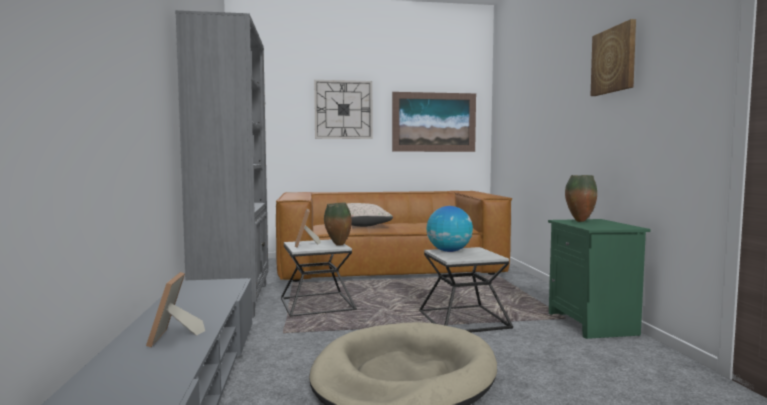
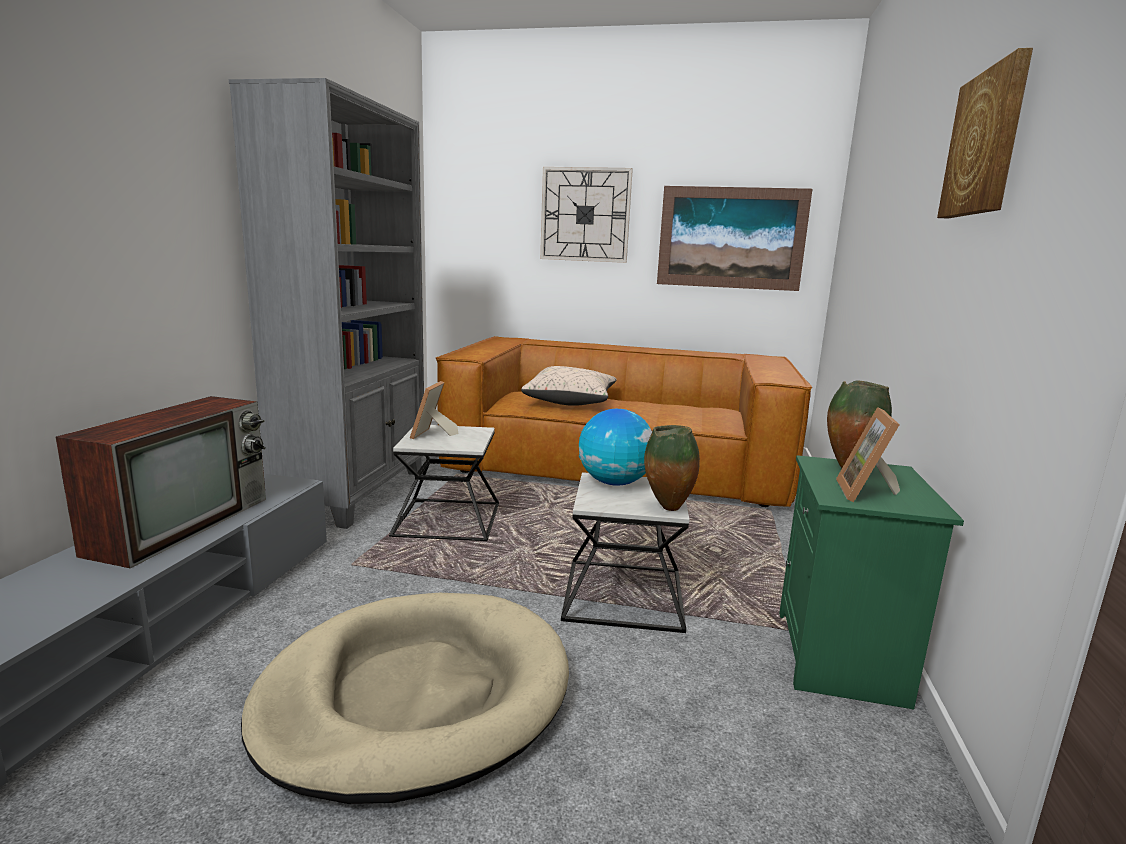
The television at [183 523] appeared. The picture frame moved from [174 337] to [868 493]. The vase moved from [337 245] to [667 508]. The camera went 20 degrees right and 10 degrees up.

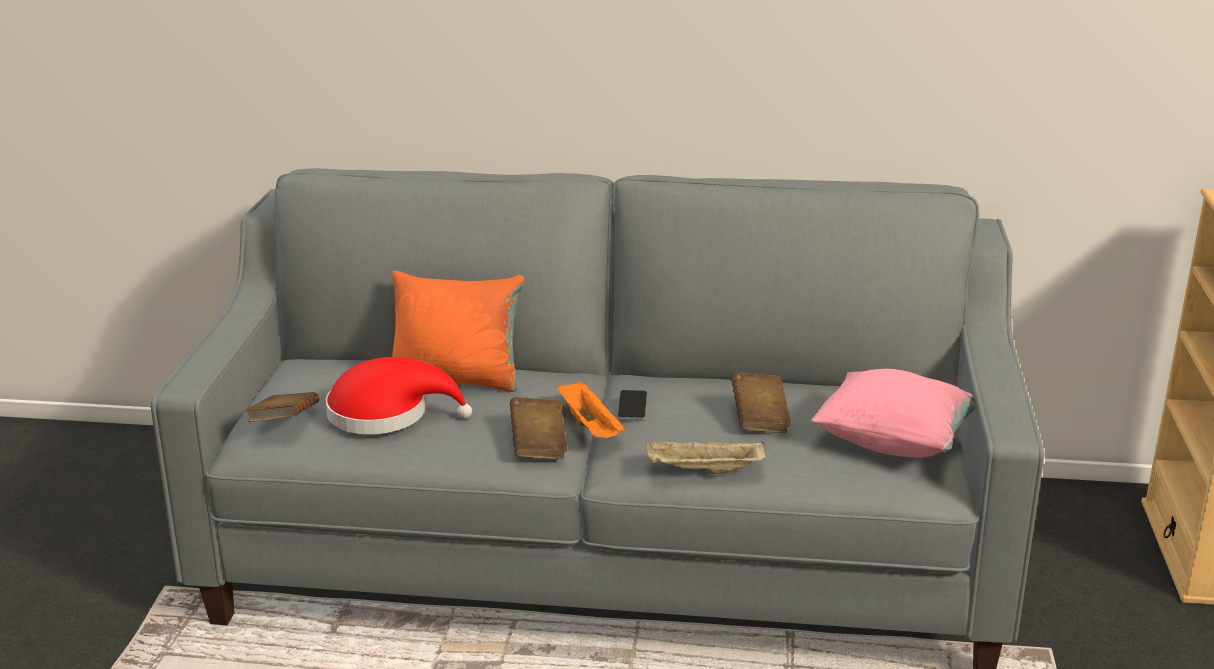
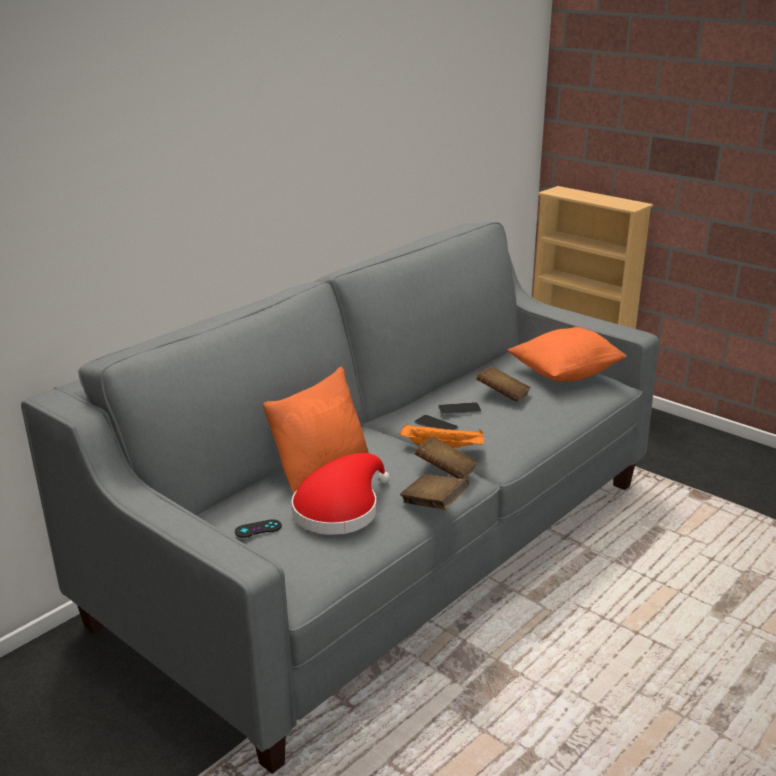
The tray (beige) at [704 471] disappeared. The game controller (black) at [258 529] appeared. The phone at [459 409] appeared. The book (brown) moved from [284 423] to [434 504]. The pillow (pink) at [894 442] became the pillow (orange) at [565 374]. The camera went 55 degrees left and 0 degrees up.

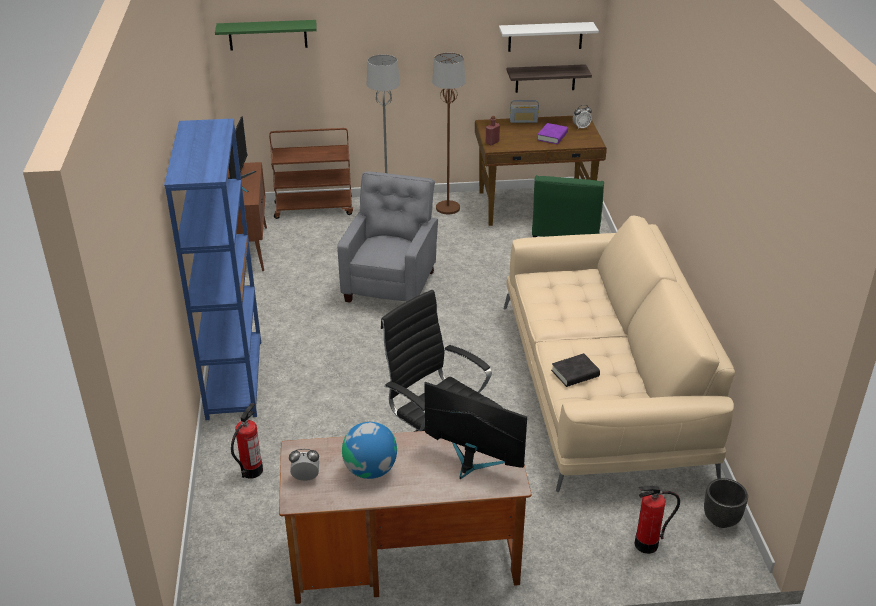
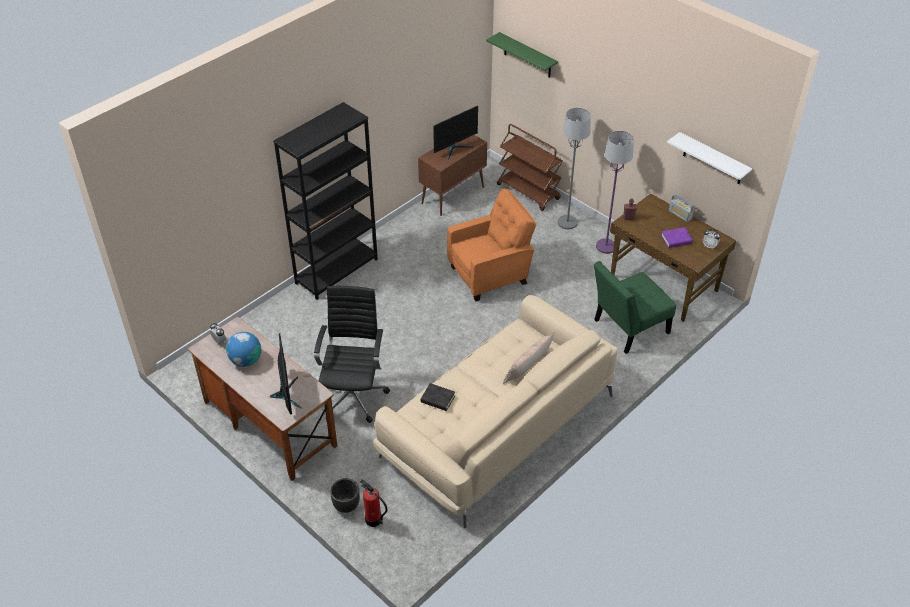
The fire extinguisher at [251 470] disappeared. The shelf at [545 78] disappeared. The pillow at [528 366] appeared. The planter (black) moved from [721 520] to [346 506]. The bookcase (blue) at [234 379] became the bookcase (black) at [337 271]. The armchair (grey) at [391 285] became the armchair (orange) at [490 275]. The floor lamp (brown) at [448 208] became the floor lamp (purple) at [606 246]. The camera went 50 degrees right and 10 degrees up.

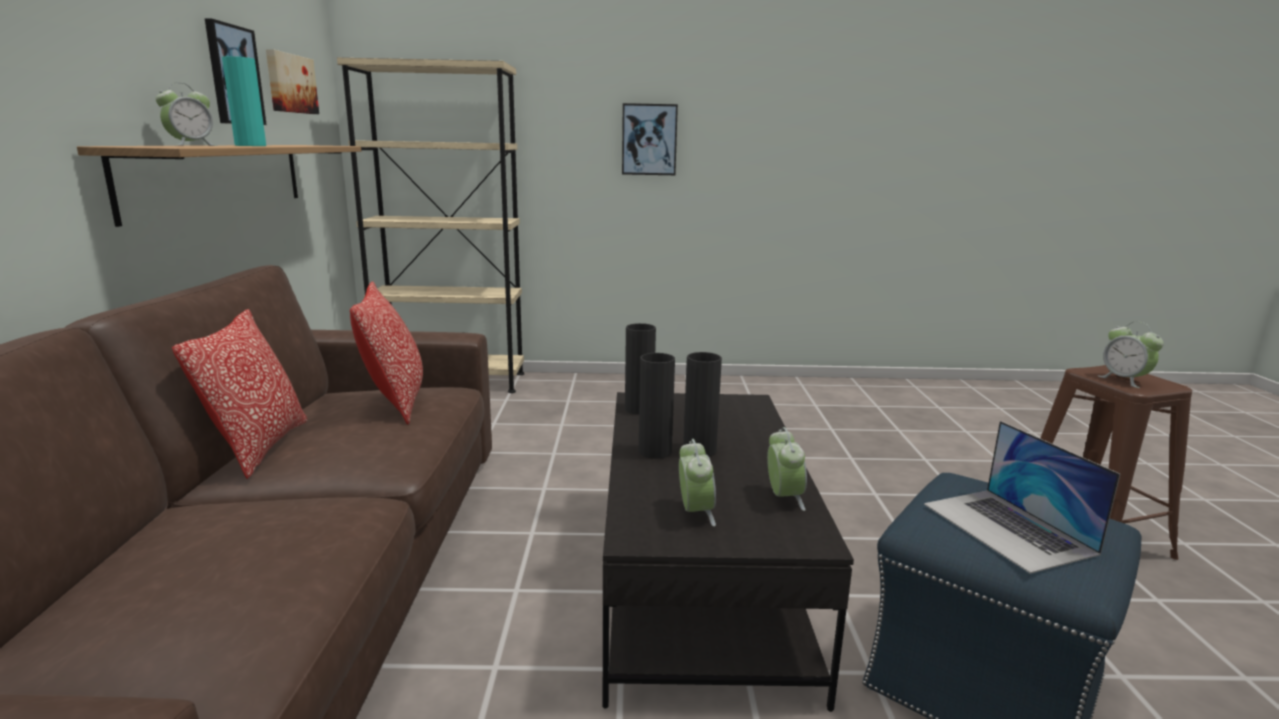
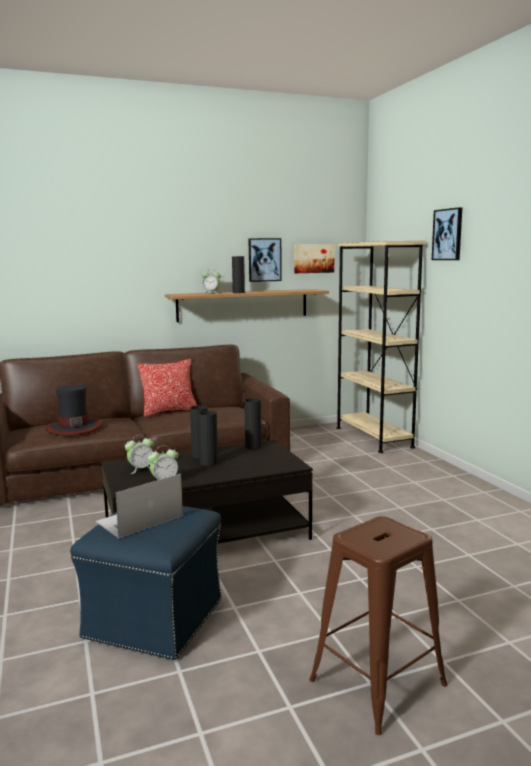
The pillow at [395 402] disappeared. The alarm clock at [1124 380] disappeared. The hat at [74 427] appeared. The picture moved from [649 139] to [448 234]. The vase (turquoise) at [250 145] became the vase (black) at [238 292]. The camera went 70 degrees right and 5 degrees down.

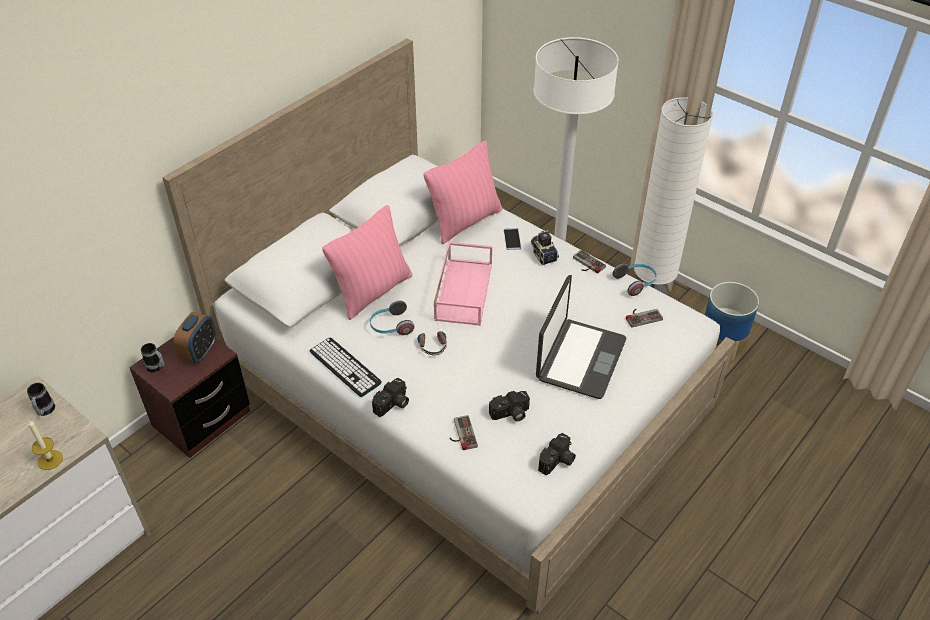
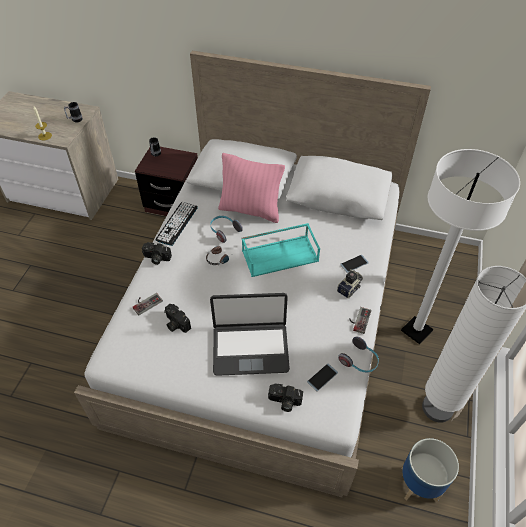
The alarm clock at [200 352] disappeared. The pillow (pink) at [465 221] disappeared. The photo camera moved from [557 461] to [284 402]. The game controller at [642 316] was replaced by the phone at [322 377]. The tray (pink) at [463 290] became the tray (turquoise) at [280 255]. The camera went 65 degrees right and 5 degrees up.

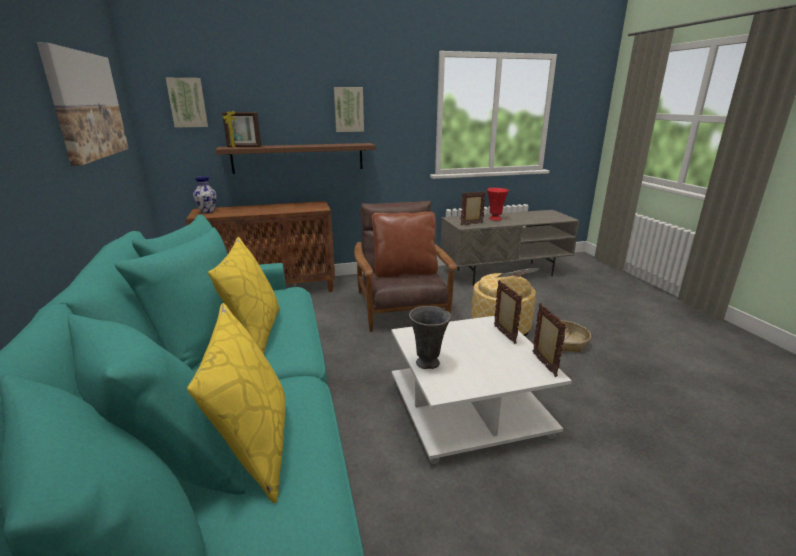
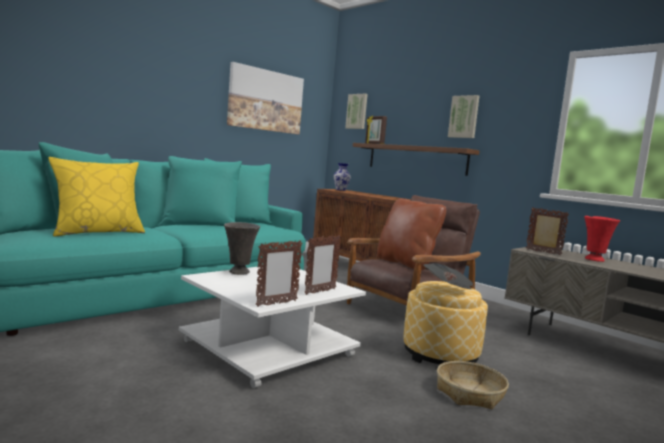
The pillow (yellow) at [254 332] disappeared. The camera went 60 degrees right and 15 degrees down.

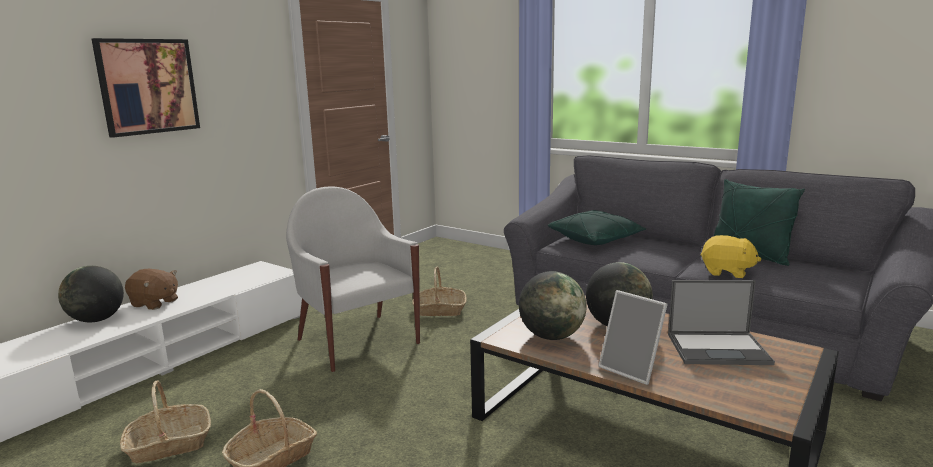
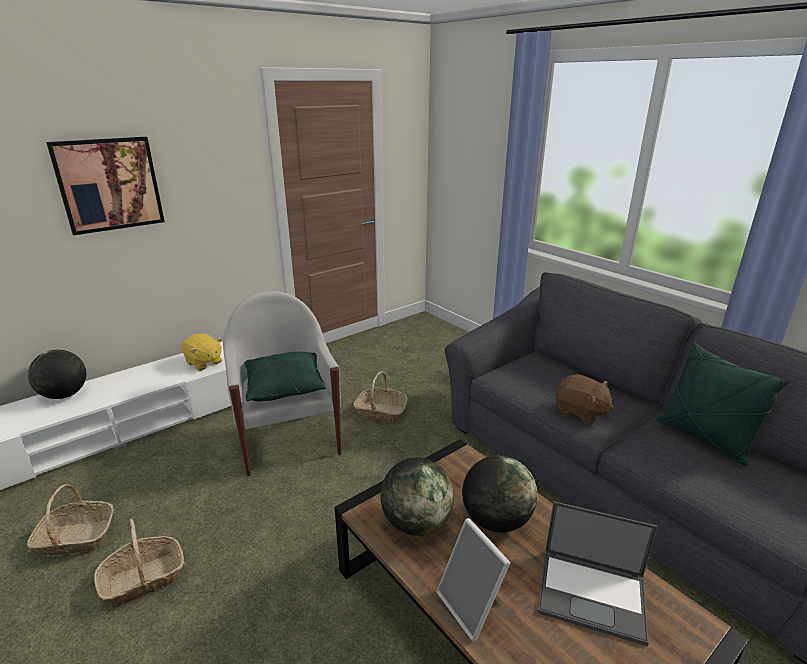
The plush toy (brown) moved from [155 303] to [580 412]. The pillow (green) moved from [596 240] to [285 387]. The plush toy (yellow) moved from [727 272] to [204 363]. The camera went 15 degrees right and 10 degrees up.

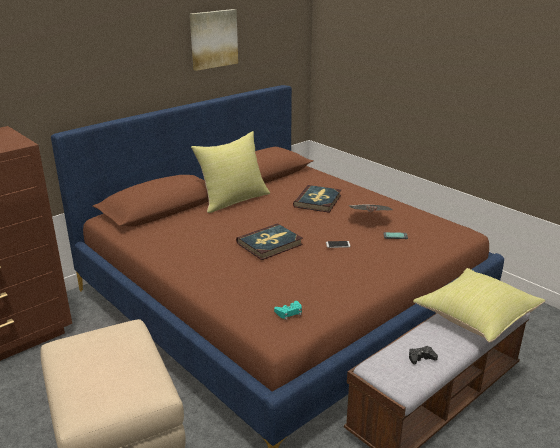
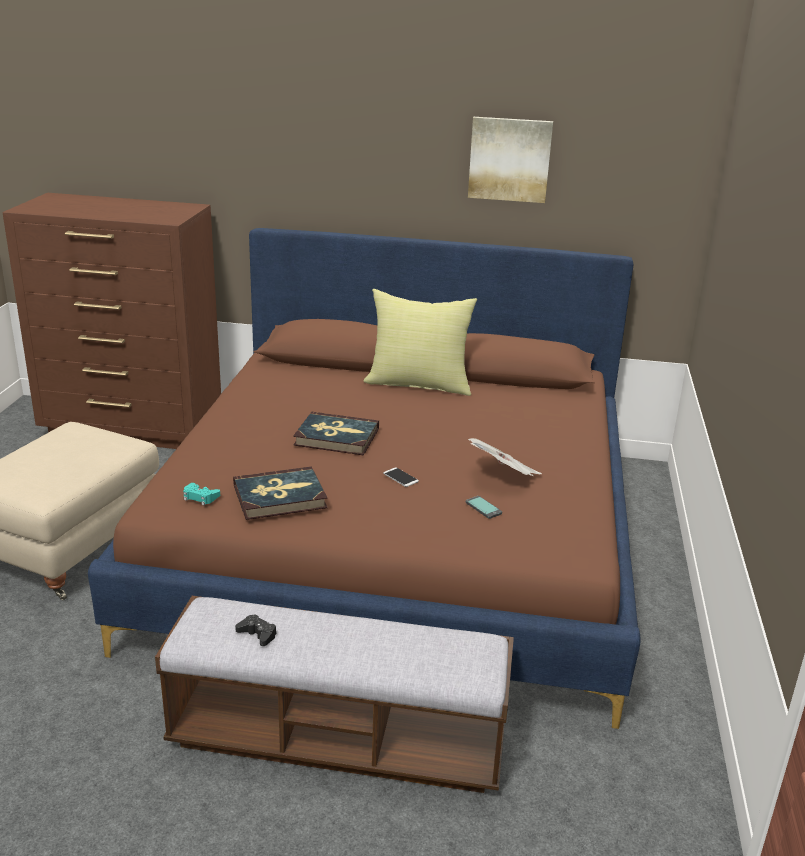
The pillow (yellow) at [475 318] disappeared. The book moved from [318 201] to [280 497]. The camera went 50 degrees right and 0 degrees up.

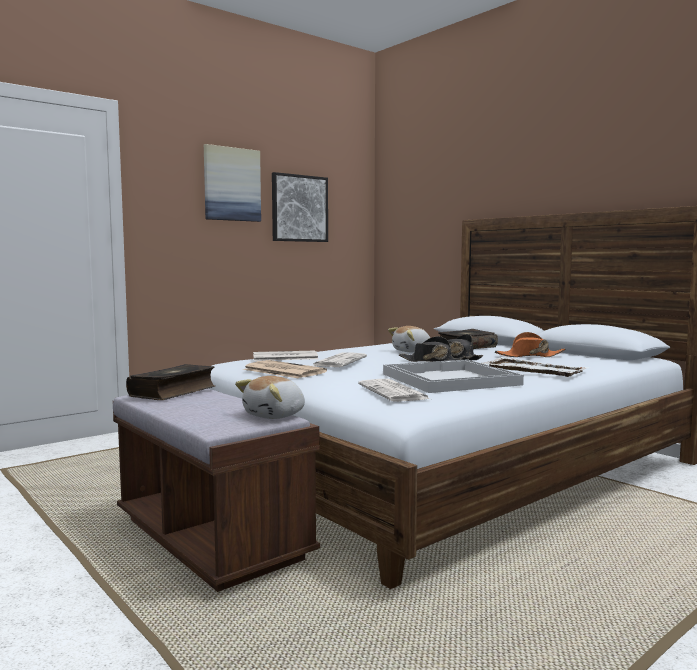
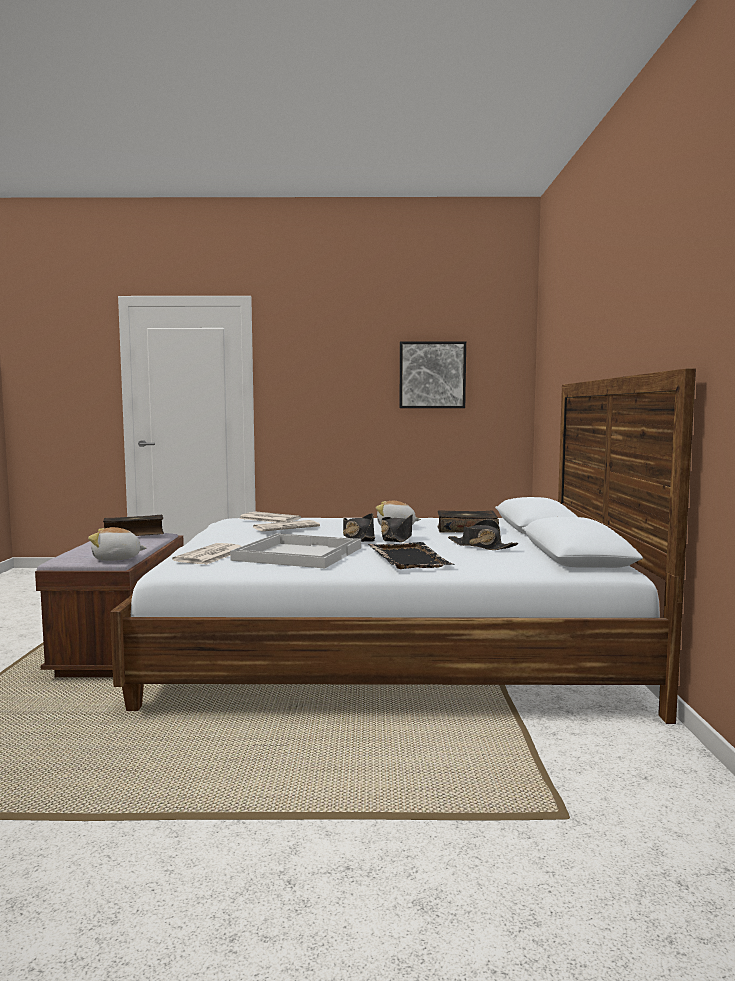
The picture at [232 184] disappeared. The newspaper at [282 371] disappeared. The tray (white) at [533 370] became the tray (black) at [408 558]. The hat (orange) at [529 356] became the hat (black) at [481 546]. The camera went 40 degrees right and 0 degrees up.

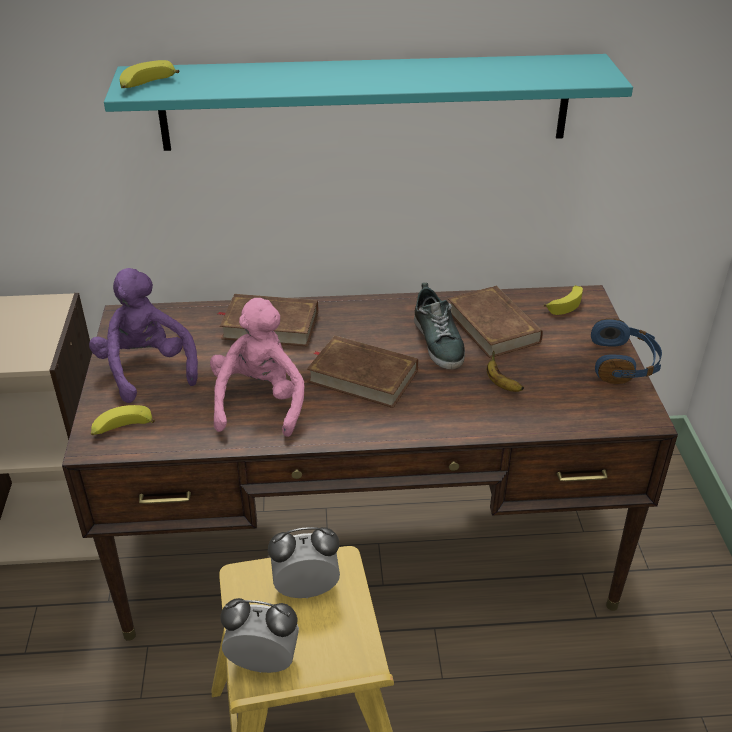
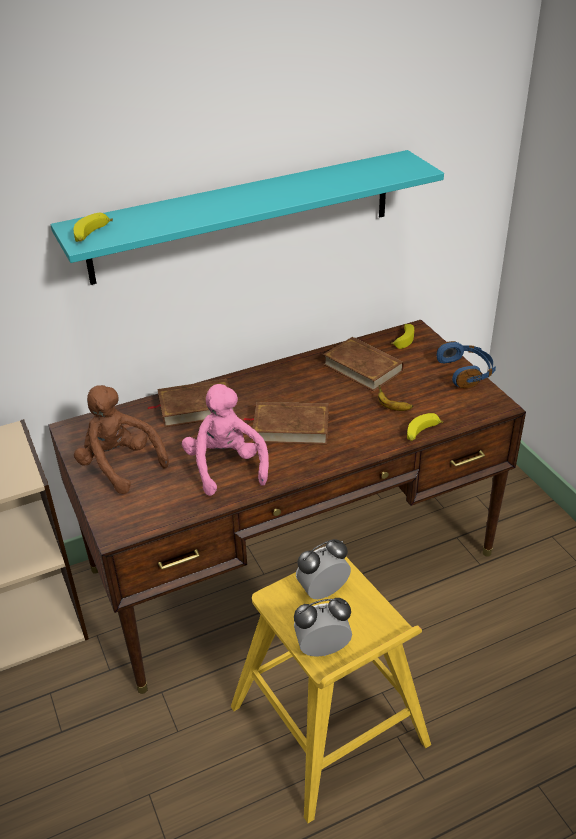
The shoe at [439 341] disappeared. The banana moved from [122 429] to [421 433]. The plush toy (purple) at [146 369] became the plush toy (brown) at [119 465]. The camera went 20 degrees left and 0 degrees up.

